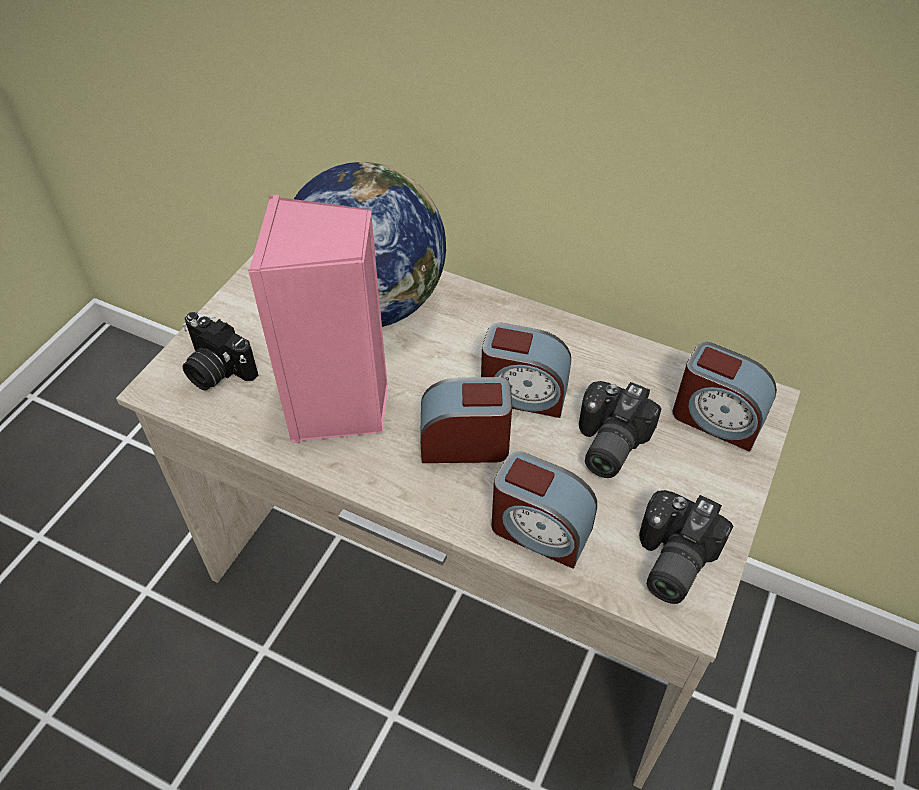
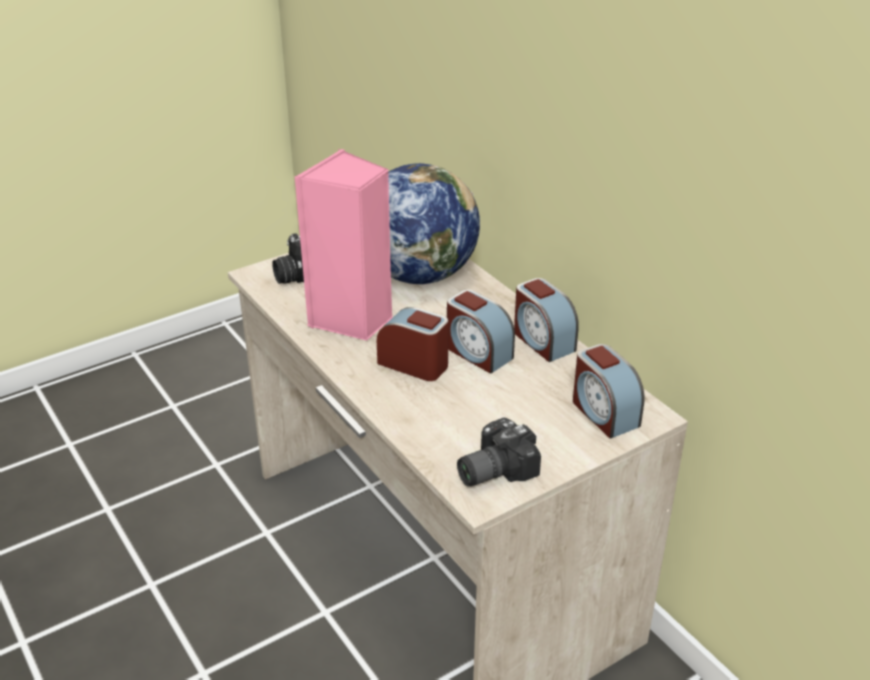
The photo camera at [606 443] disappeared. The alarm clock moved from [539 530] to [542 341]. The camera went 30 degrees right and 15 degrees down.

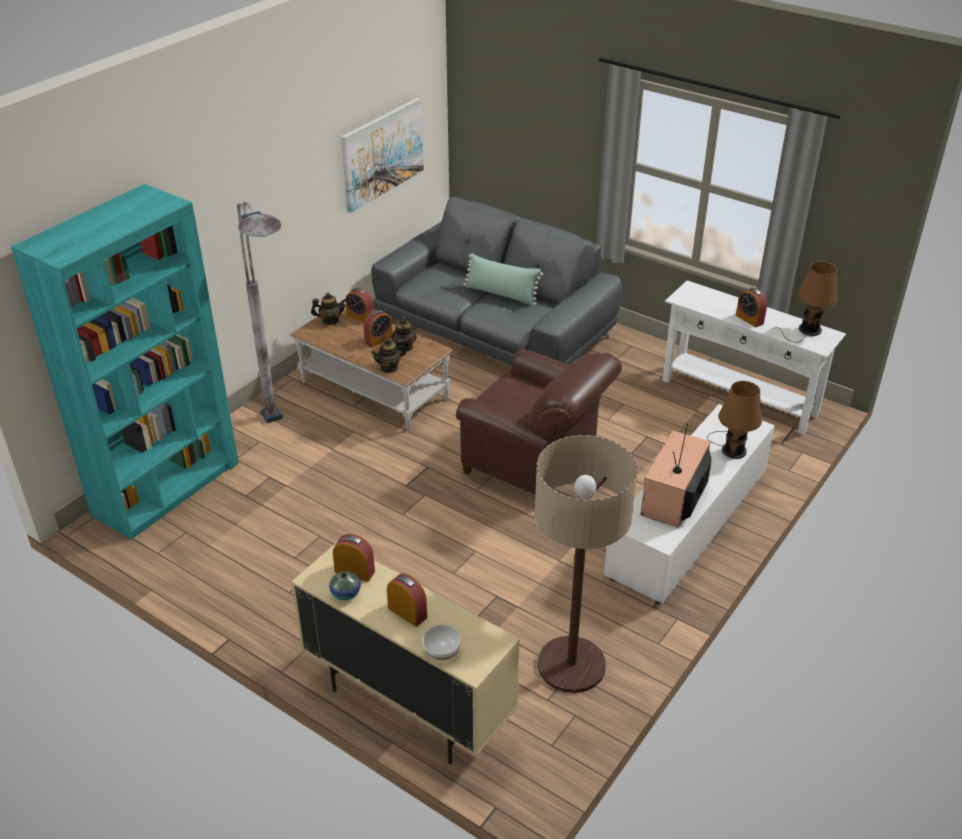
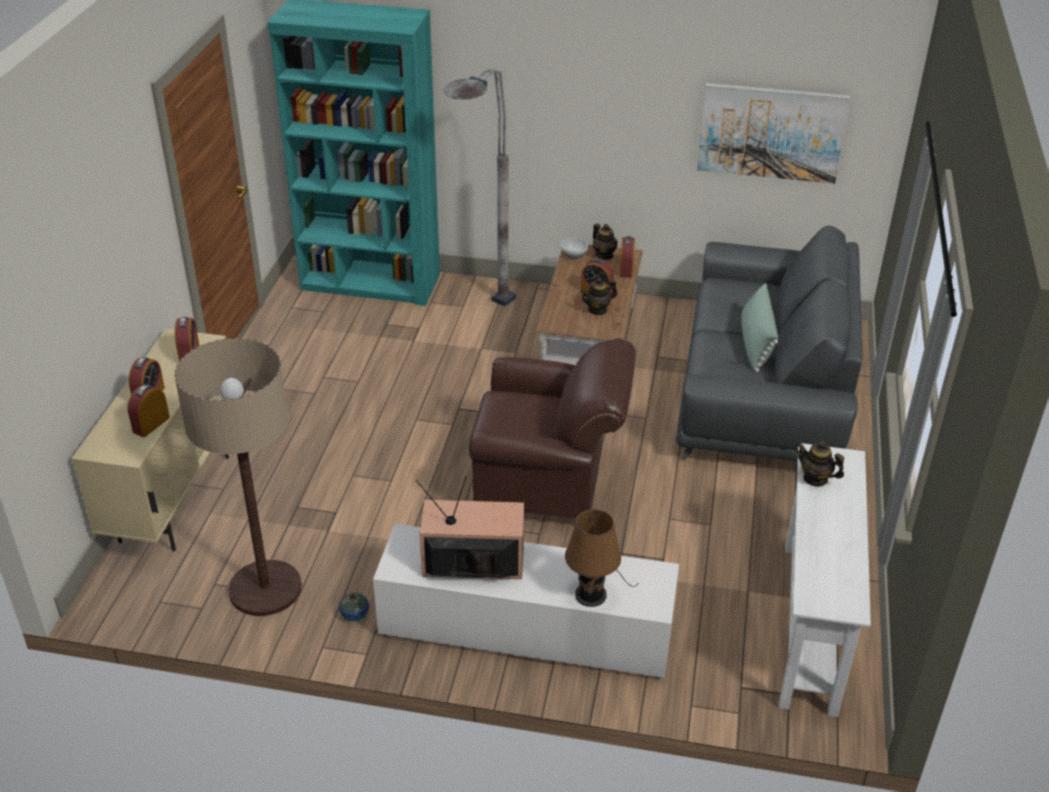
The table lamp (brown) at [807 330] disappeared. The vase moved from [345 593] to [354 614]. The teapot moved from [389 367] to [815 479]. The bowl moved from [442 650] to [574 255]. The alarm clock moved from [749 319] to [151 424]. The armchair (brown) at [535 465] turned 90 degrees counterclockwise. The camera went 65 degrees right and 0 degrees up.

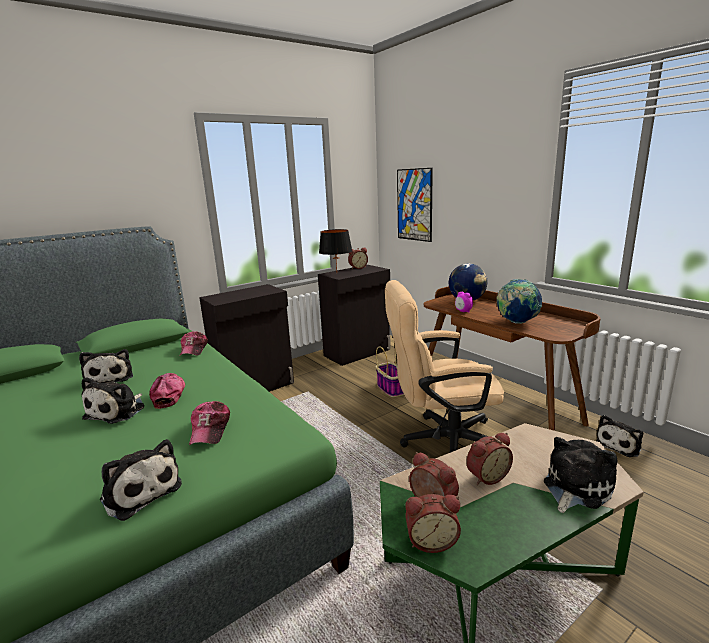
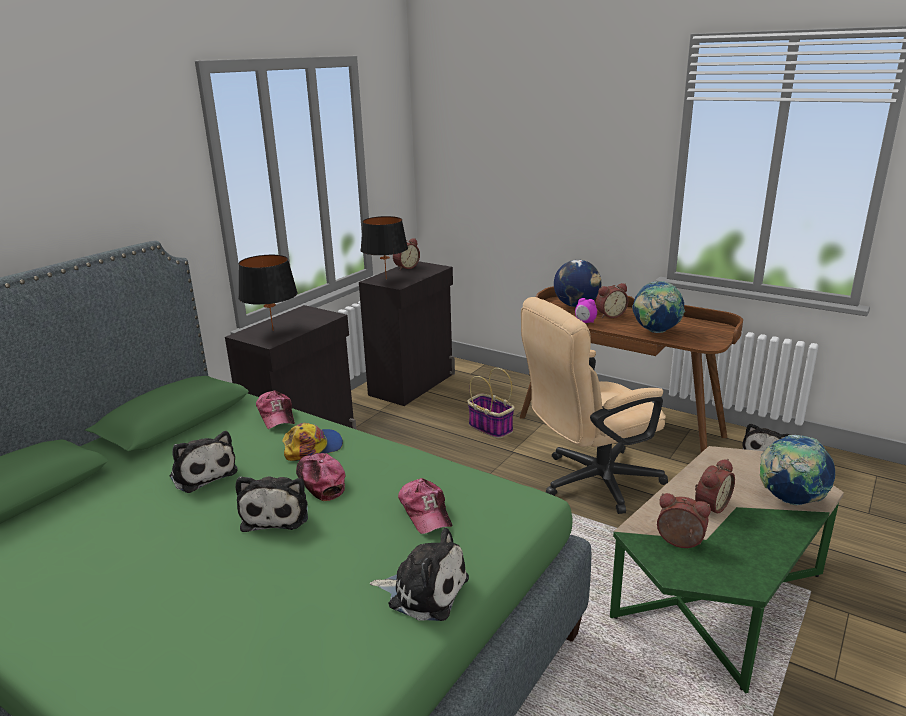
The picture at [414 205] disappeared. The table lamp (black) at [273 330] appeared. The cap at [313 447] appeared. The alarm clock moved from [431 540] to [610 315]. The plush toy at [575 487] was replaced by the globe at [790 500]. The camera went 20 degrees left and 5 degrees up.

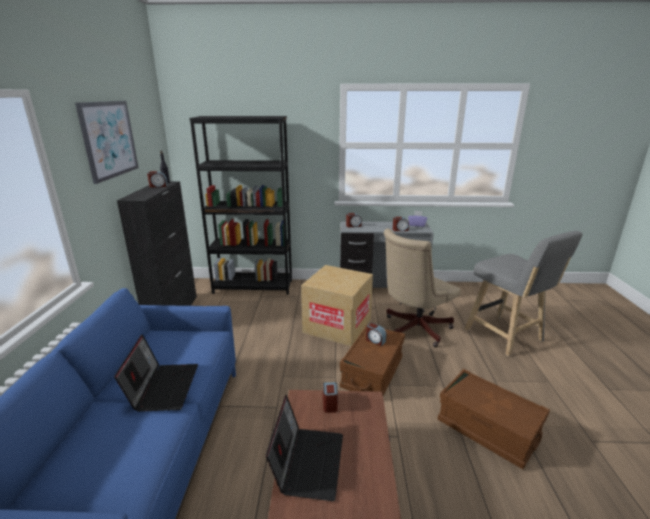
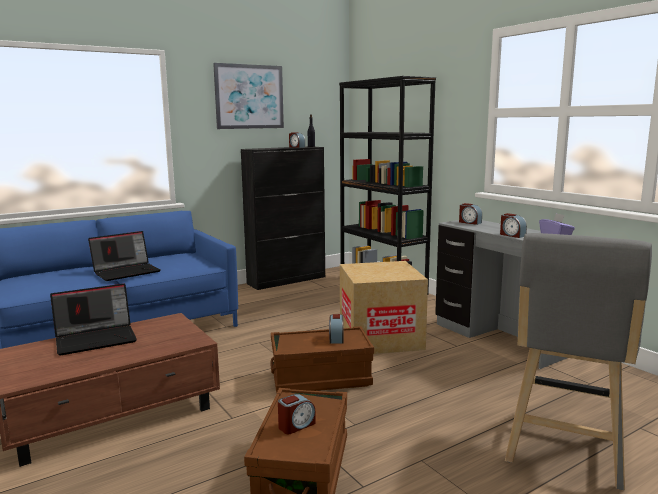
The office chair (beige) at [413 329] disappeared. The alarm clock moved from [330 403] to [296 425]. The camera went 55 degrees right and 10 degrees down.

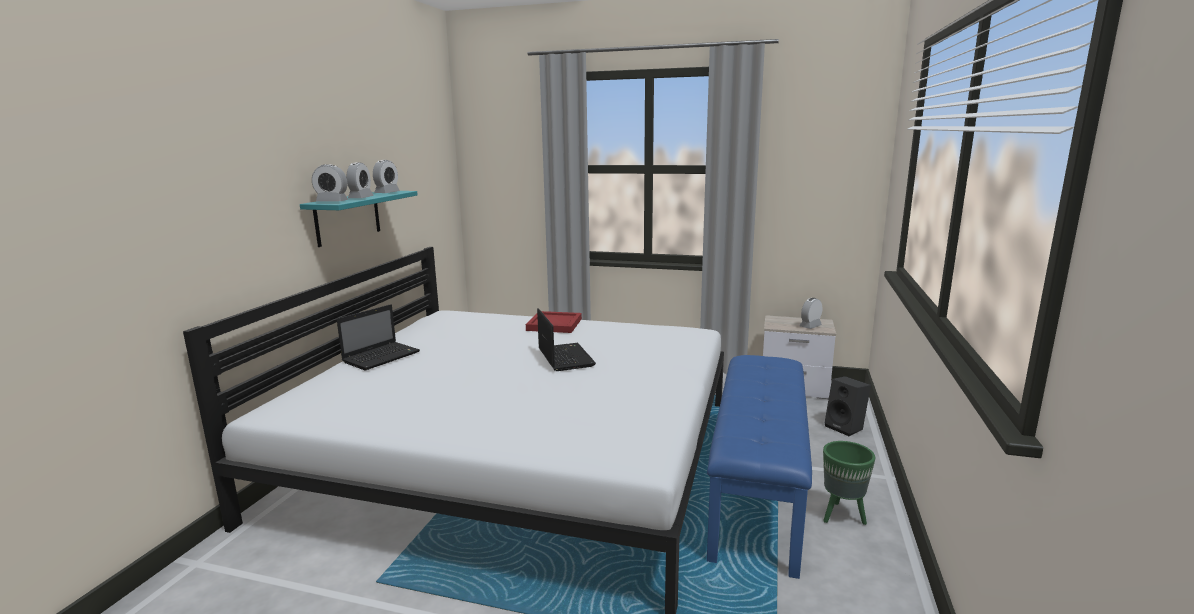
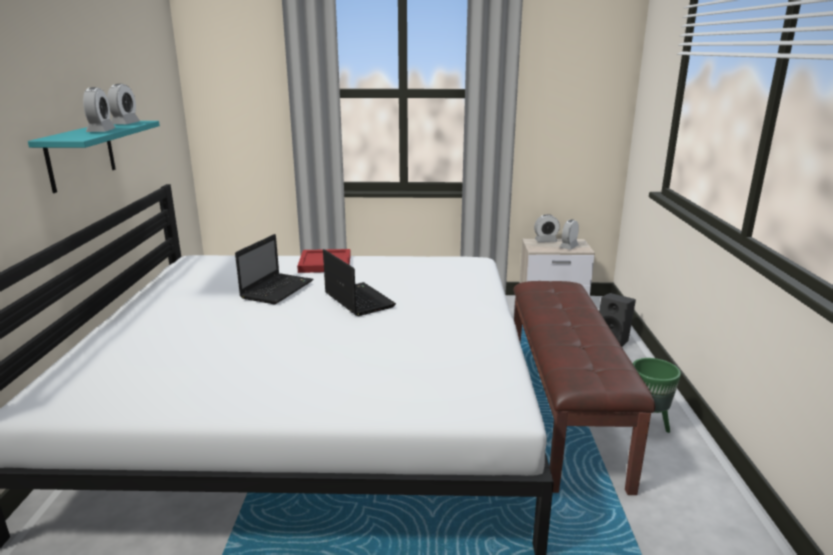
The alarm clock moved from [332 201] to [545 241]. The laptop moved from [382 356] to [278 289]. The bench (blue) at [756 488] became the bench (brown) at [561 410]. The camera went 15 degrees left and 5 degrees up.

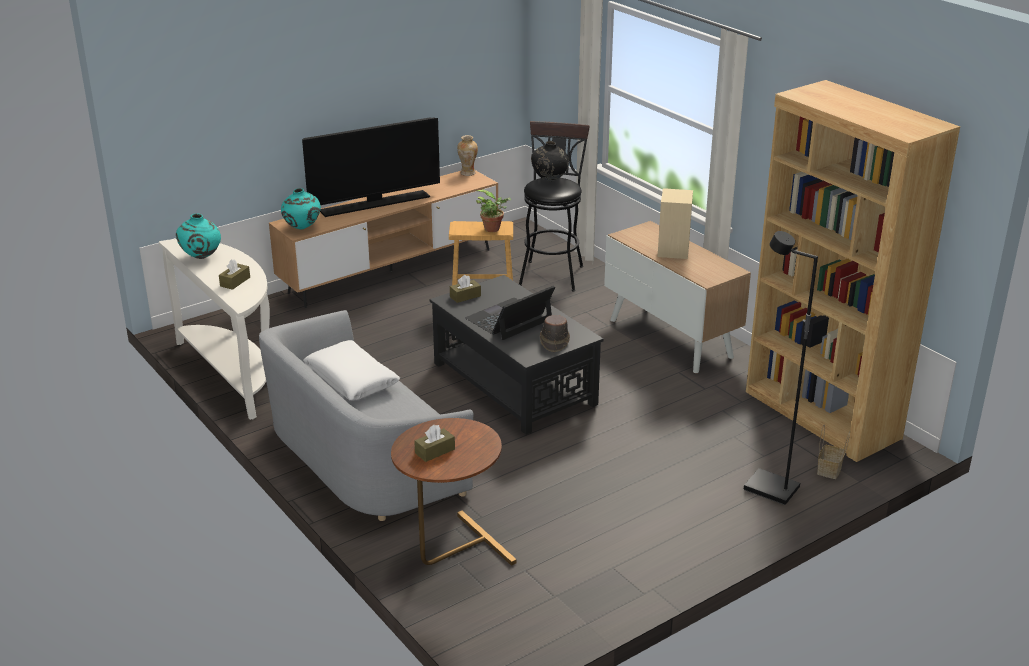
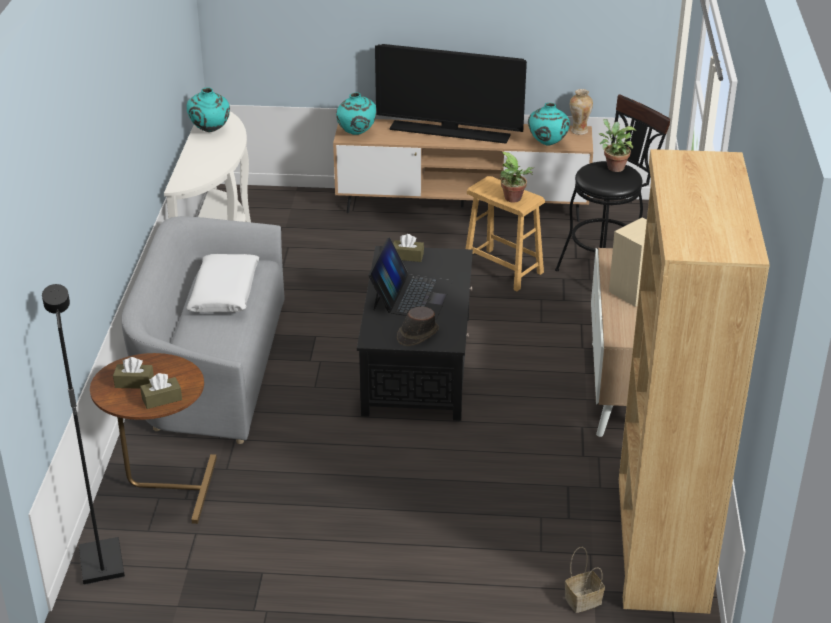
The vase (turquoise) at [547 144] appeared. The tissue box (brown) moved from [235 282] to [162 399]. The floor lamp (black) moved from [770 489] to [100 563]. The vase (black) at [549 180] was replaced by the potted plant at [613 167]. The laptop at [509 319] turned 105 degrees clockwise. The camera went 40 degrees right and 5 degrees up.

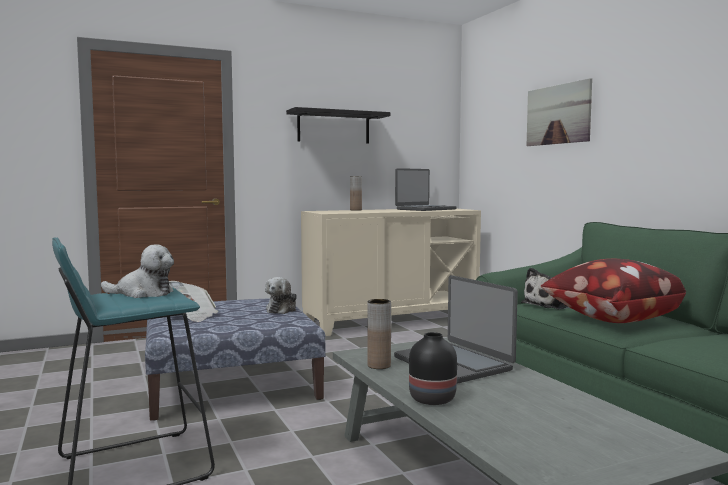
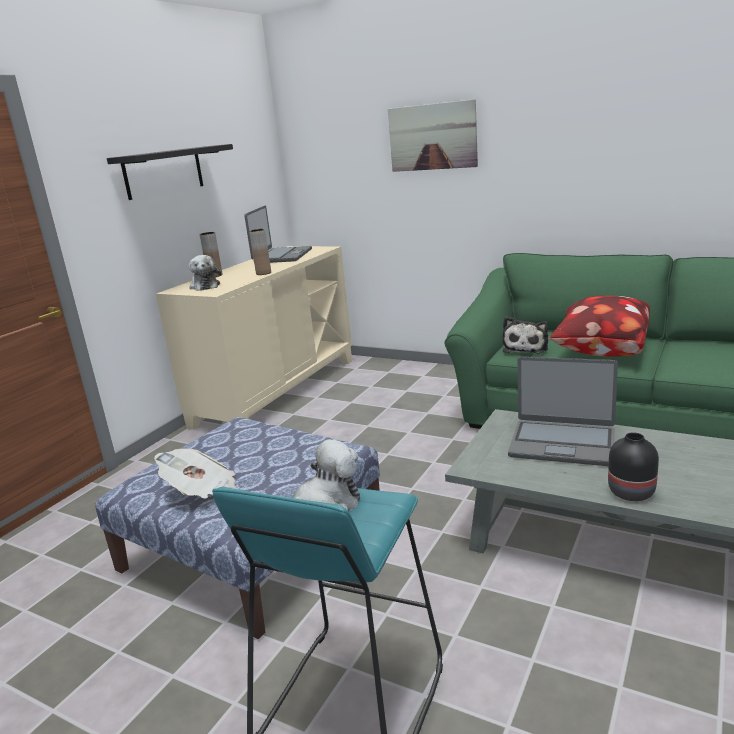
The plush toy moved from [282 309] to [205 286]. The vase (brown) moved from [379 365] to [263 273]. The camera went 35 degrees left and 15 degrees up.

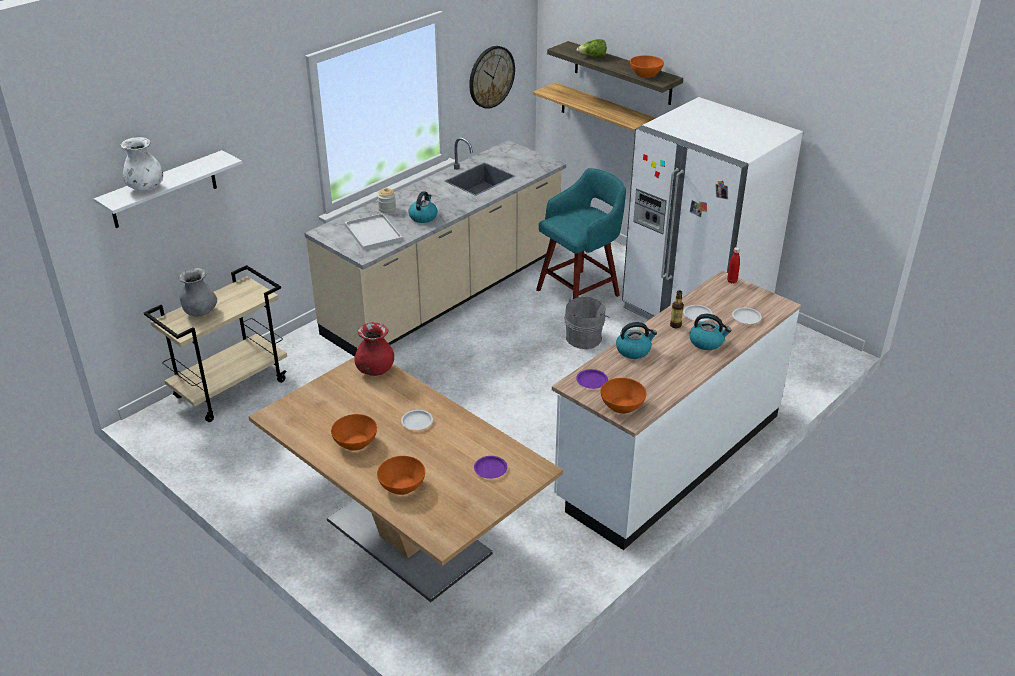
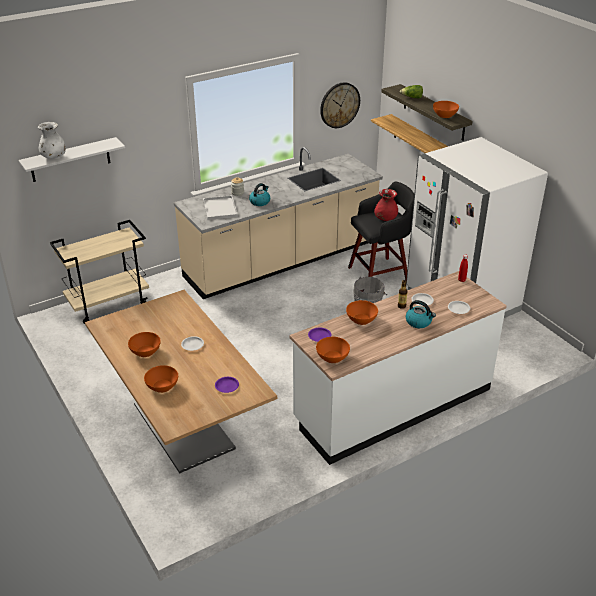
The vase (grey) at [200 312] disappeared. The vase (red) moved from [375 370] to [385 219]. The kettle at [634 350] was replaced by the bowl (orange) at [361 319]. The stool (turquoise) at [580 292] became the stool (black) at [380 273]. The camera went 15 degrees right and 0 degrees up.

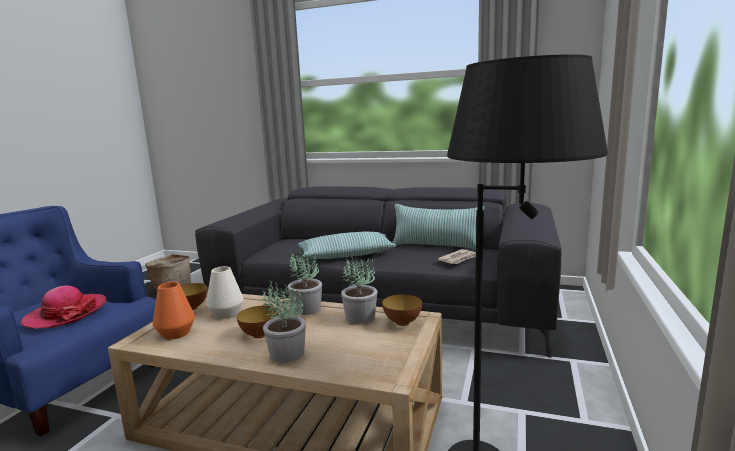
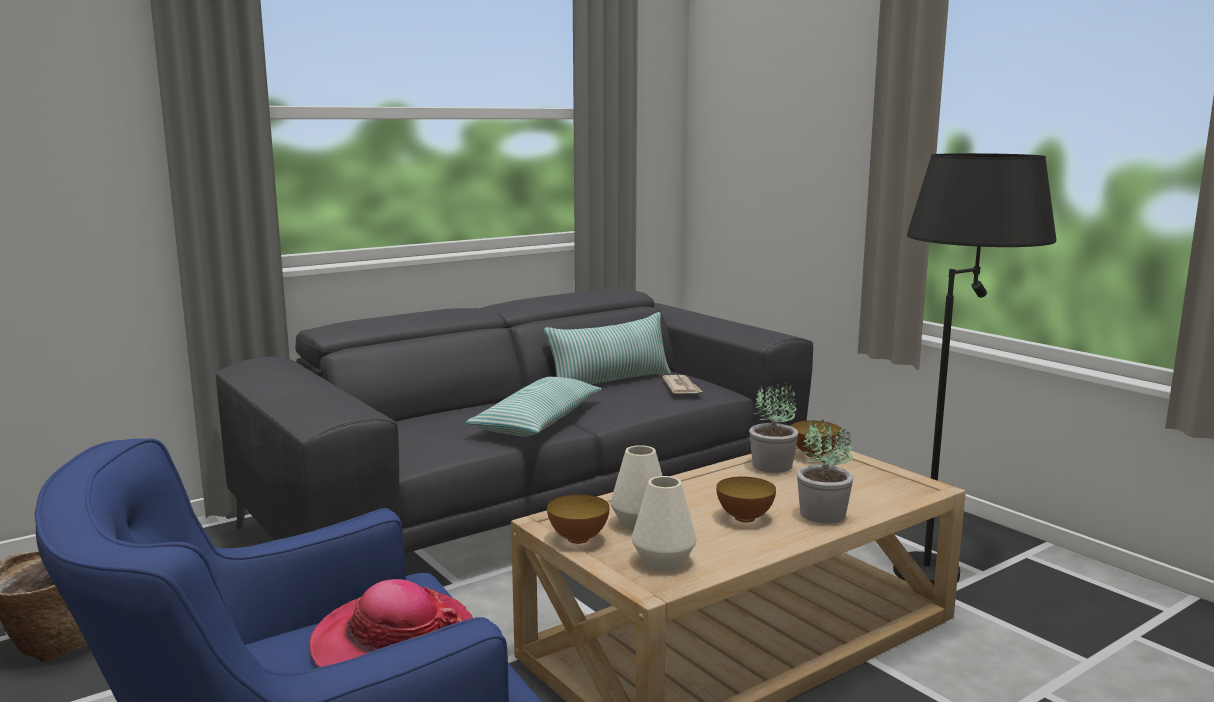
The potted plant at [306 308] disappeared. The vase (orange) at [176 333] became the vase (white) at [663 561]. The camera went 55 degrees left and 0 degrees up.

